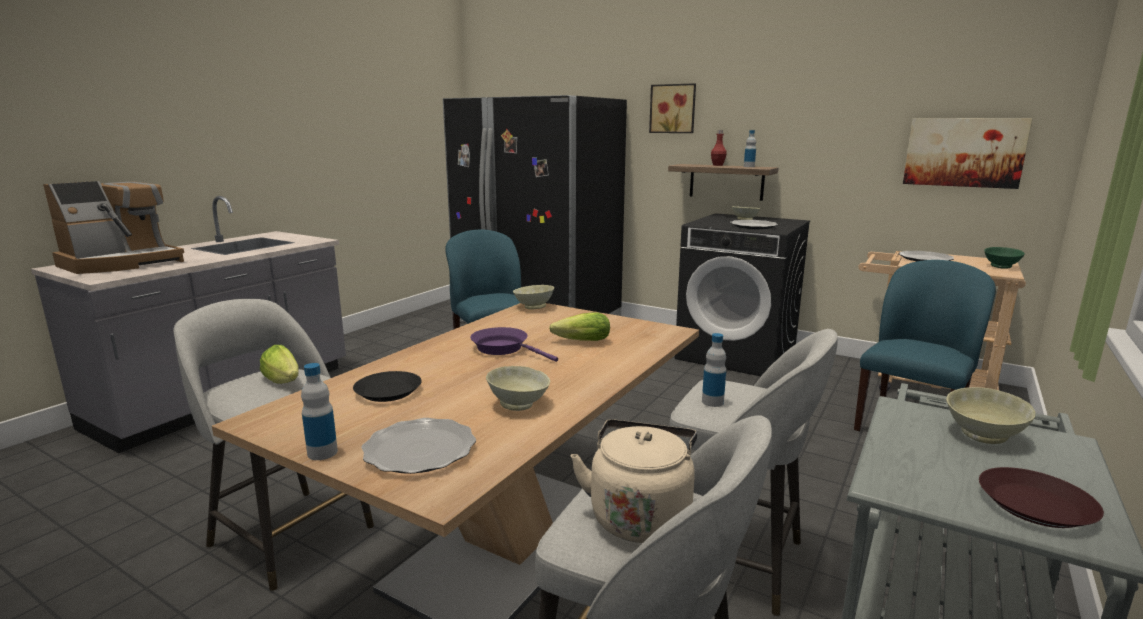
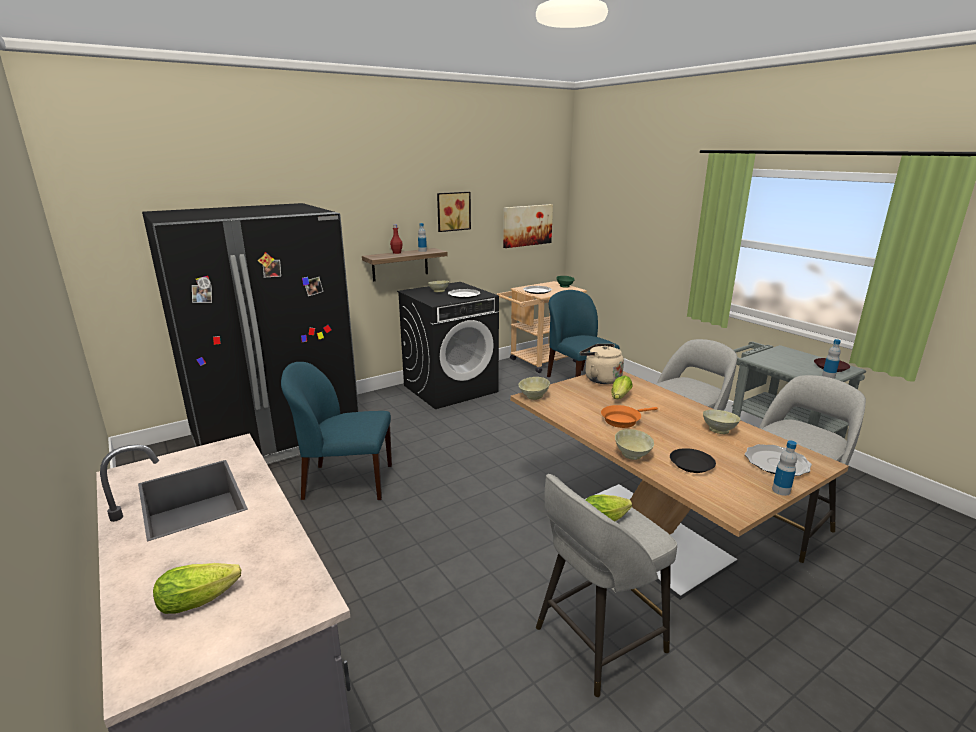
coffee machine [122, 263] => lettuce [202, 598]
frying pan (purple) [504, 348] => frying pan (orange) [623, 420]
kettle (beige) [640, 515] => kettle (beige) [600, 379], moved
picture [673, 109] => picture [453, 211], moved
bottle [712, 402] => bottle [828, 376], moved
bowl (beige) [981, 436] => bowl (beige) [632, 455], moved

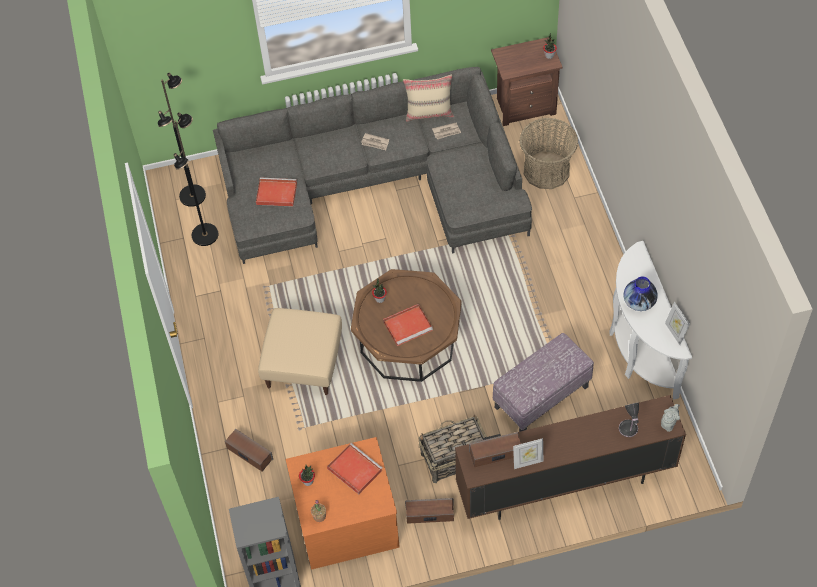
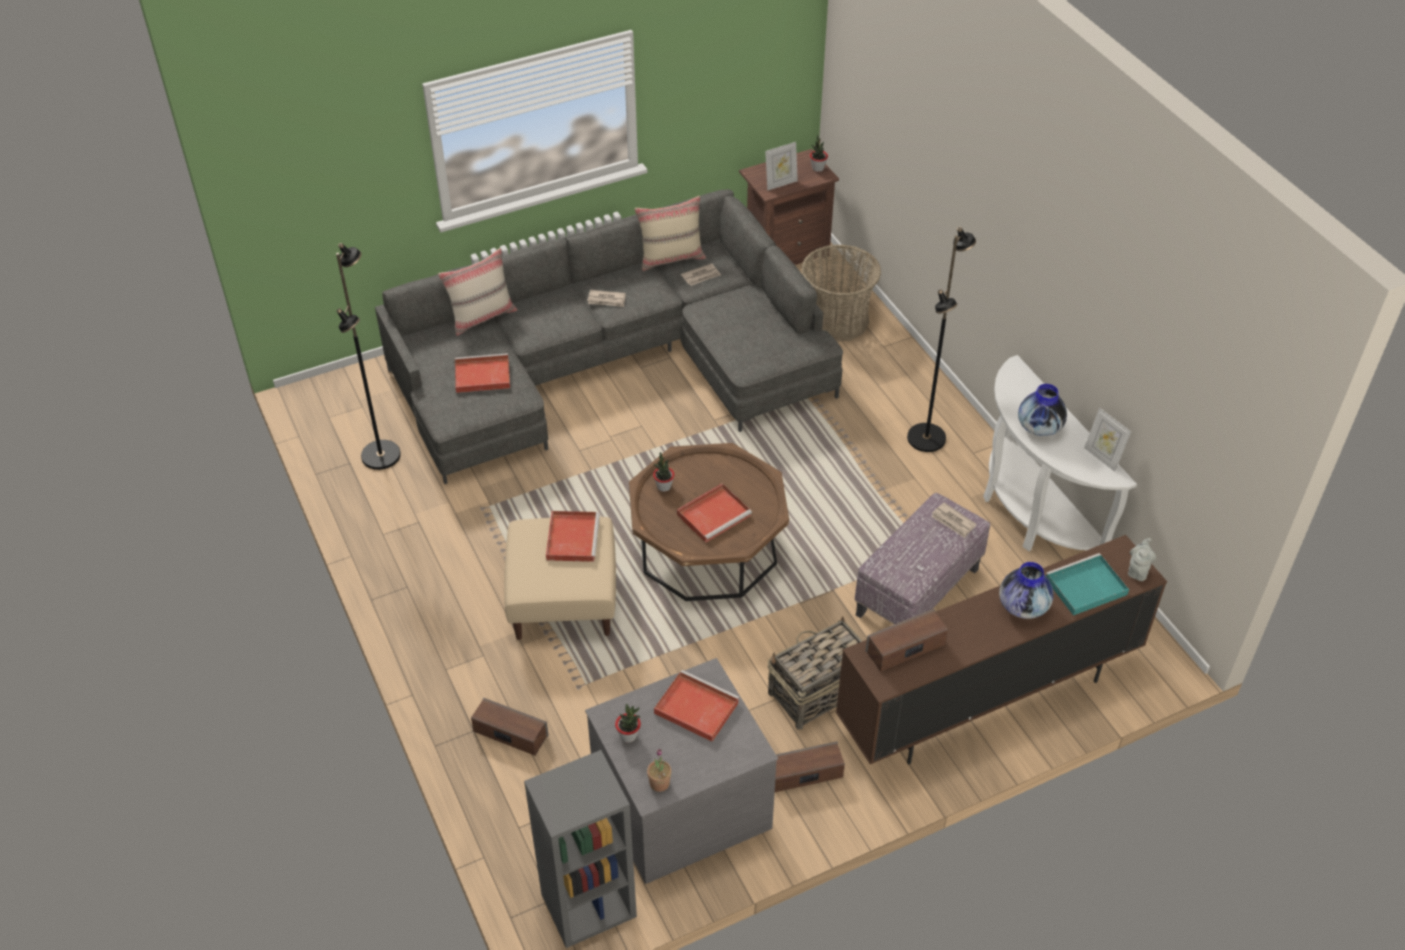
floor lamp (black) [193, 196] => floor lamp (black) [927, 438], moved
dresser (orange) [346, 520] => dresser (grey) [680, 803]
picture frame [527, 462] => picture frame [780, 183], moved
table lamp [628, 429] => tray (turquoise) [1085, 587]
nothing => pillow (beige) [482, 317]
nothing => tray (red) [572, 537]
nothing => newspaper [953, 522]
nothing => vase [1023, 606]

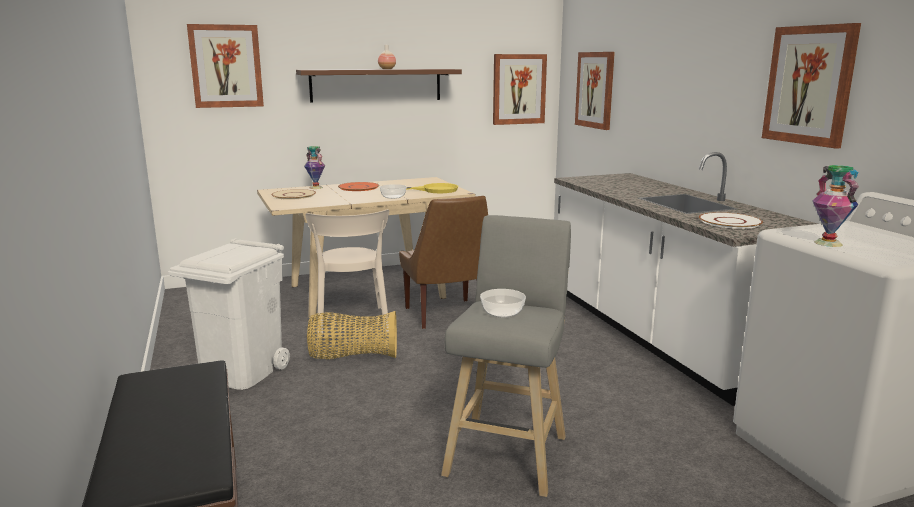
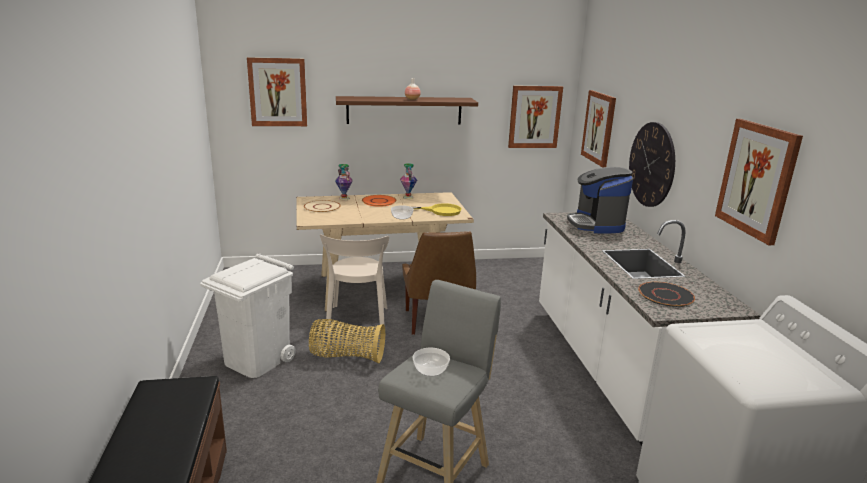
plate (white) [730, 222] => plate (black) [666, 295]
vase [828, 243] => vase [408, 197], moved
nothing => coffee machine [596, 224]
nothing => wall clock [651, 164]

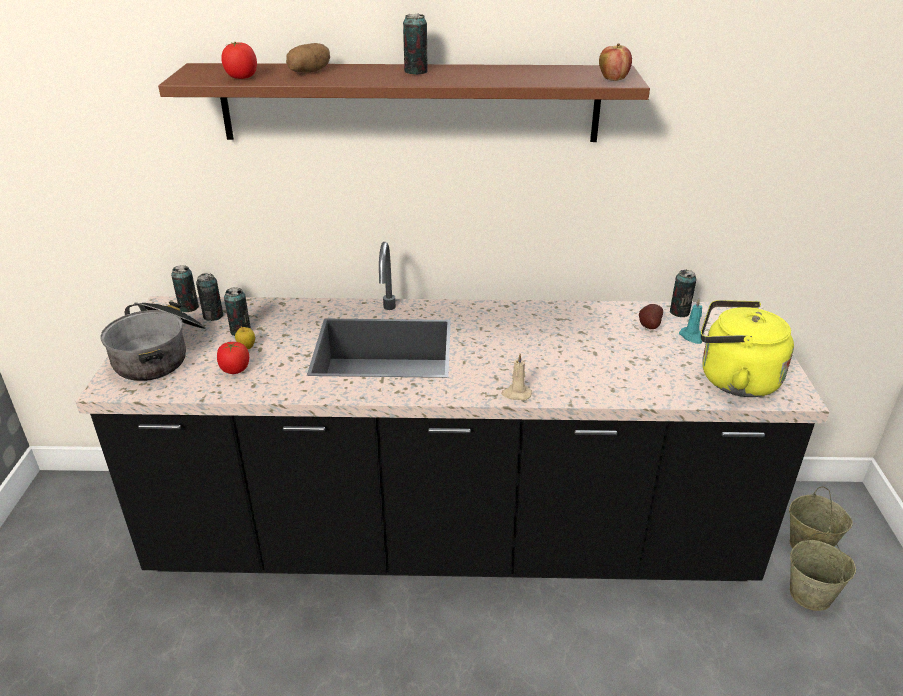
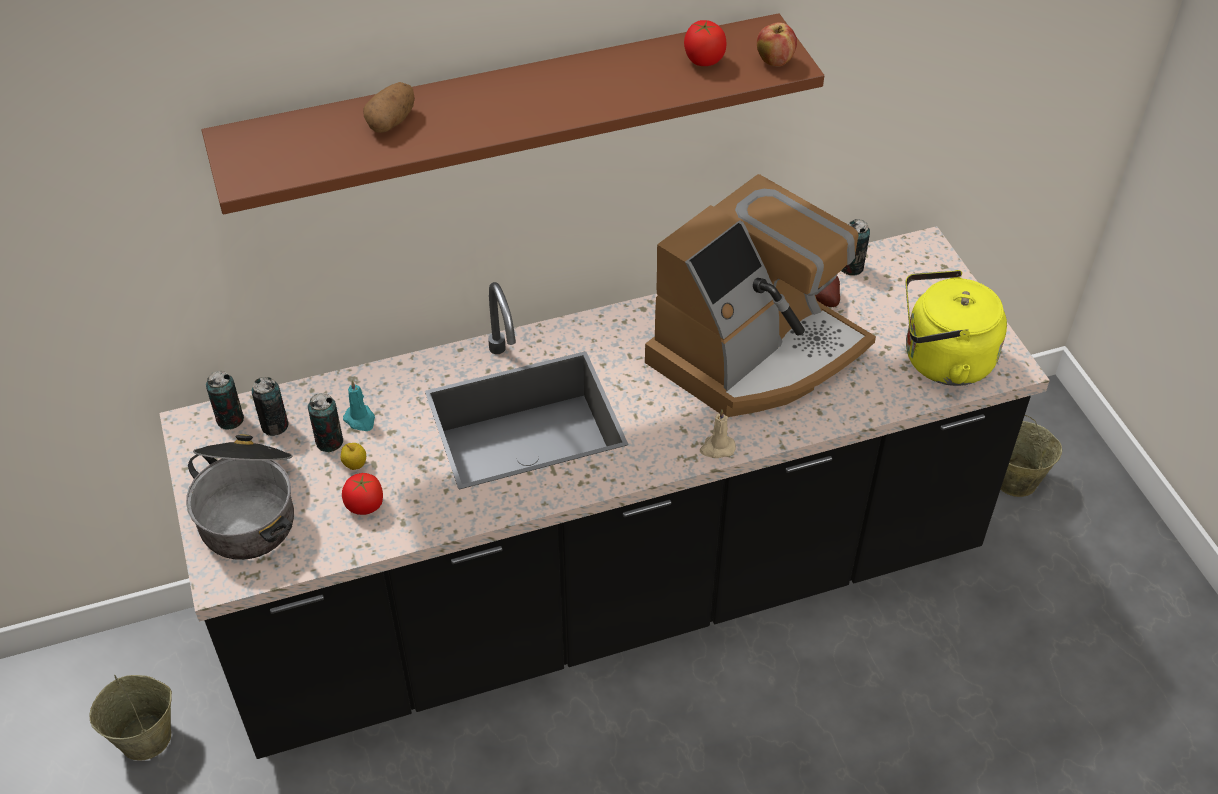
tomato [241, 78] => tomato [703, 61], moved
can [416, 72] => nothing
candle (turquoise) [691, 337] => candle (turquoise) [360, 420], moved
bucket (beige) [811, 595] => bucket (beige) [146, 737], moved
nothing => coffee machine [756, 353]

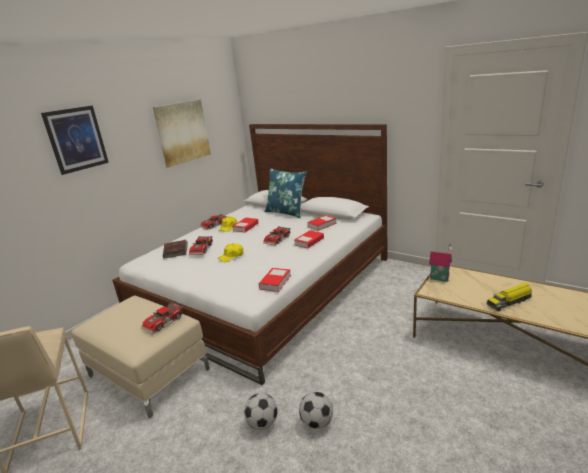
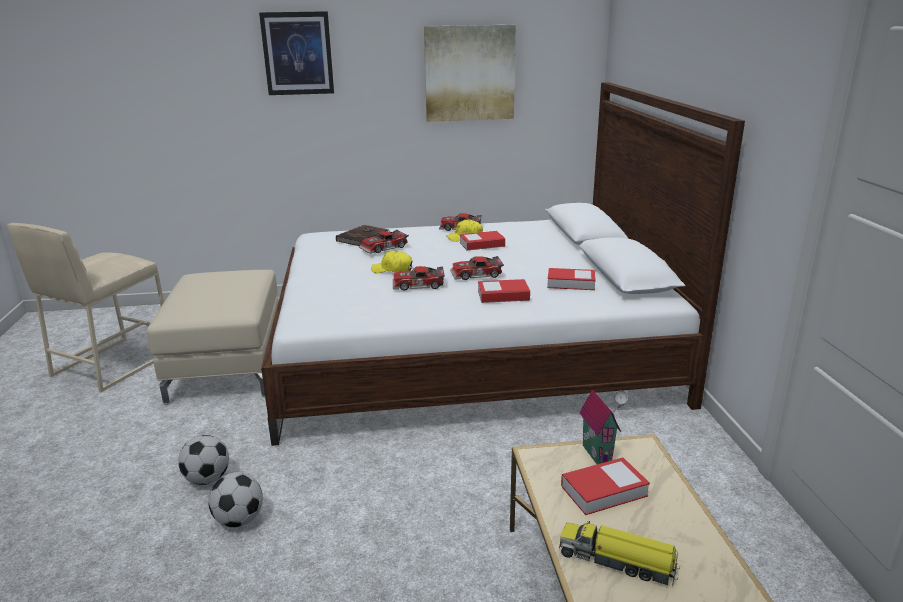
toy car [164, 322] => toy car [418, 285], moved
book [275, 282] => book [604, 491], moved
pillow (blue) [286, 212] => nothing

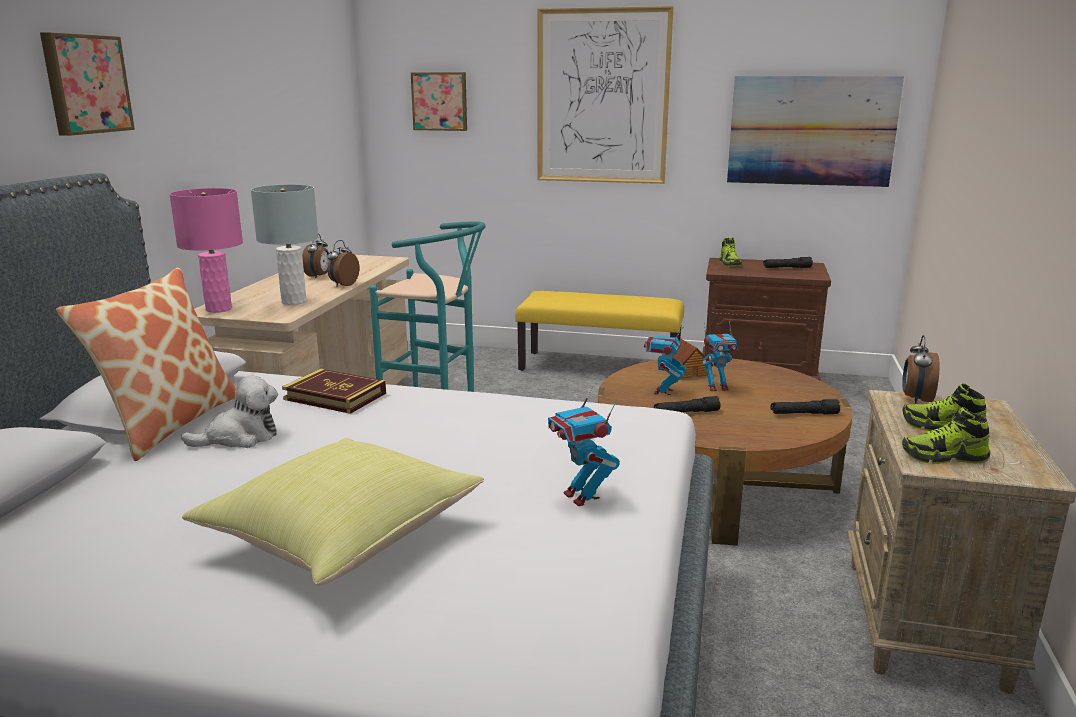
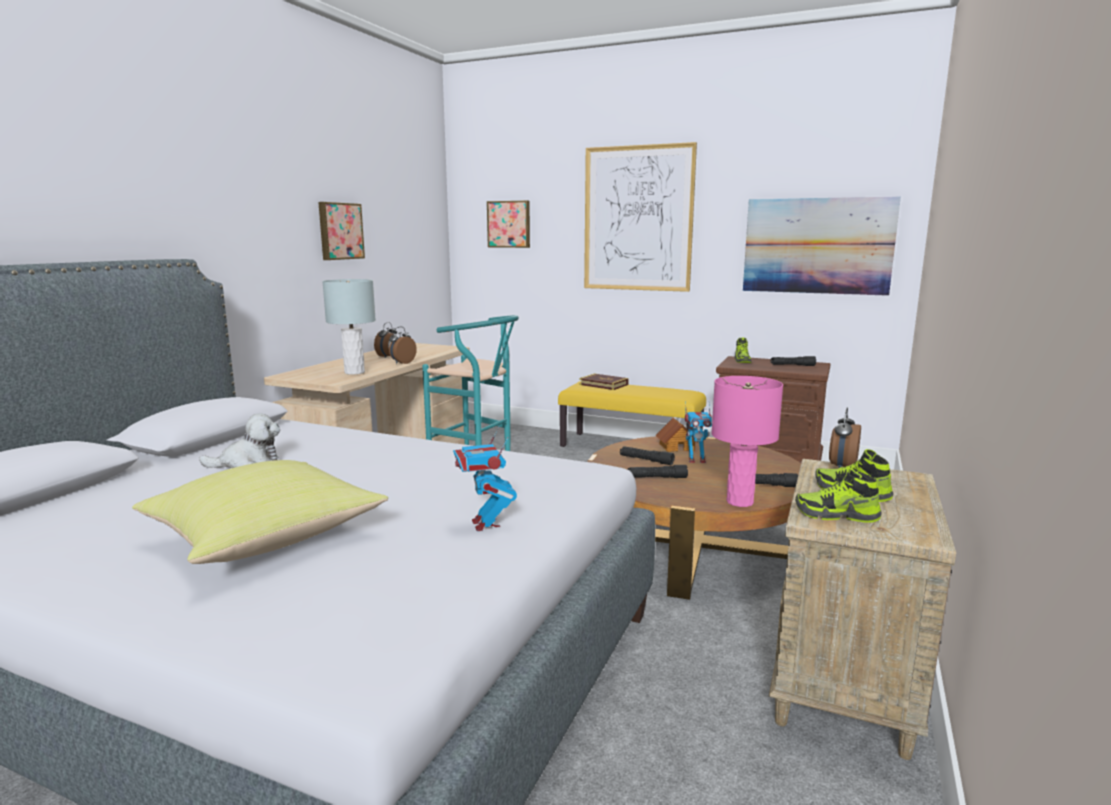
picture [85, 84] => picture [339, 231], moved
pillow [169, 423] => nothing
table lamp (pink) [219, 309] => table lamp (pink) [740, 502], moved
book [335, 396] => book [603, 384], moved
toy robot [663, 391] => flashlight (black) [646, 460]

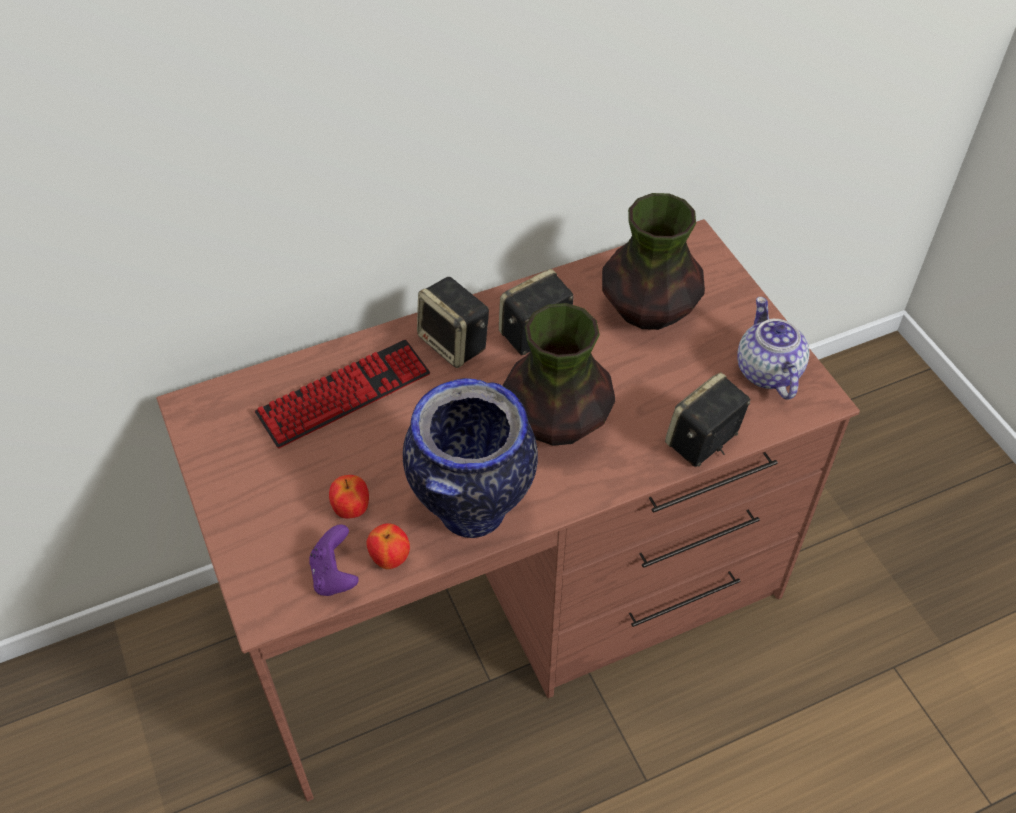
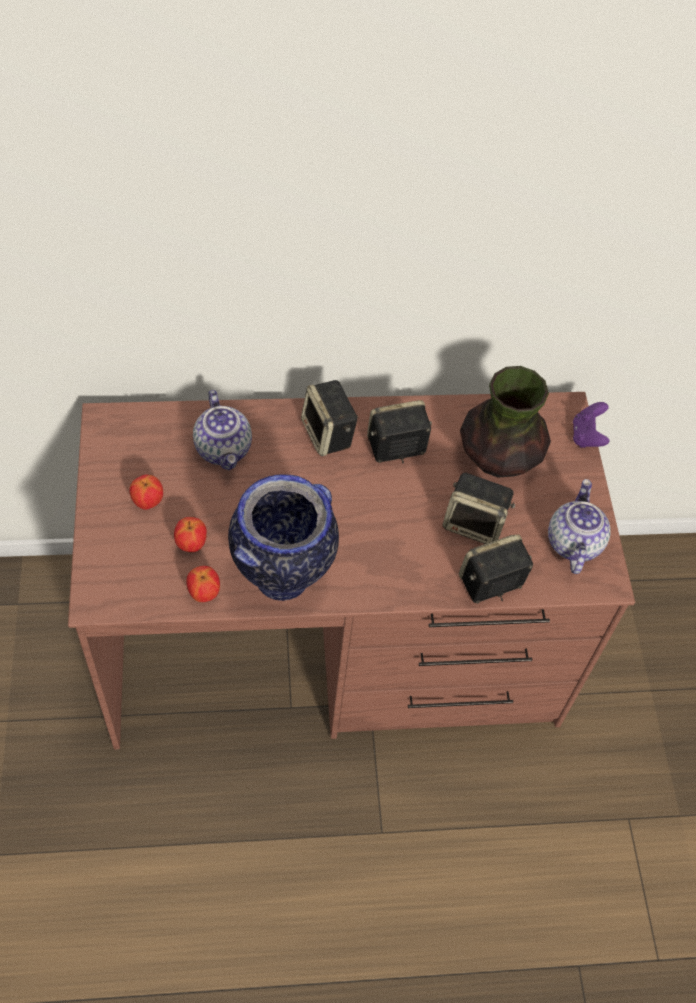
keyboard [344, 395] => teapot [224, 449]
game controller (purple) [335, 575] => game controller (purple) [587, 436], moved
vase [557, 422] => nothing
nothing => apple [148, 502]
nothing => speaker [475, 524]

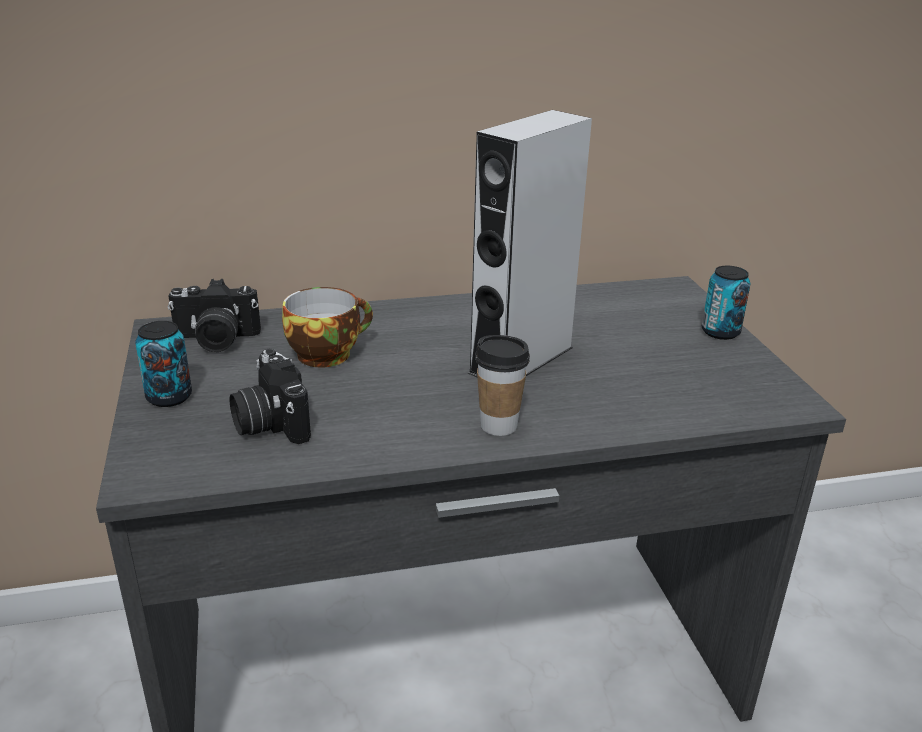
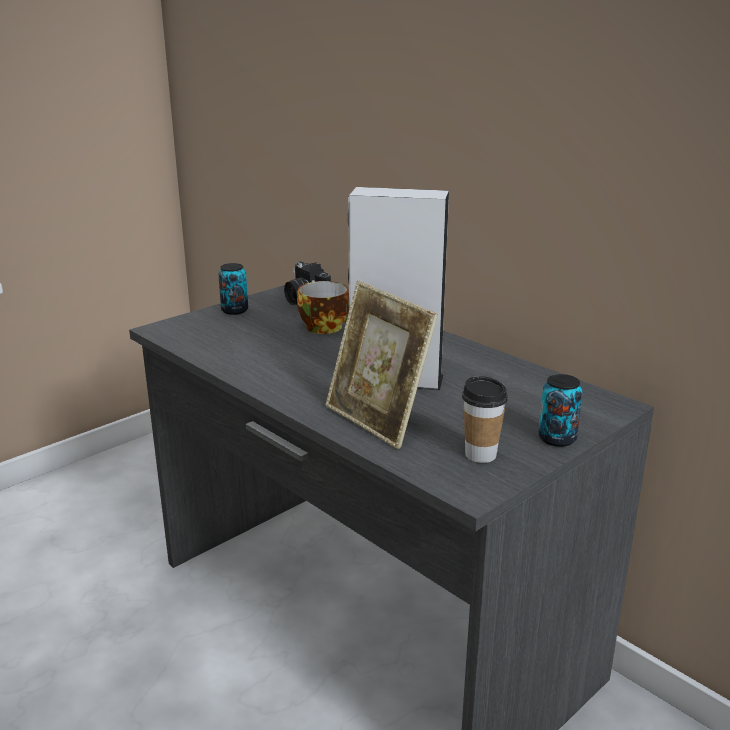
photo camera [269, 423] => nothing
cup [498, 425] => cup [480, 455], moved
nothing => picture frame [377, 421]

